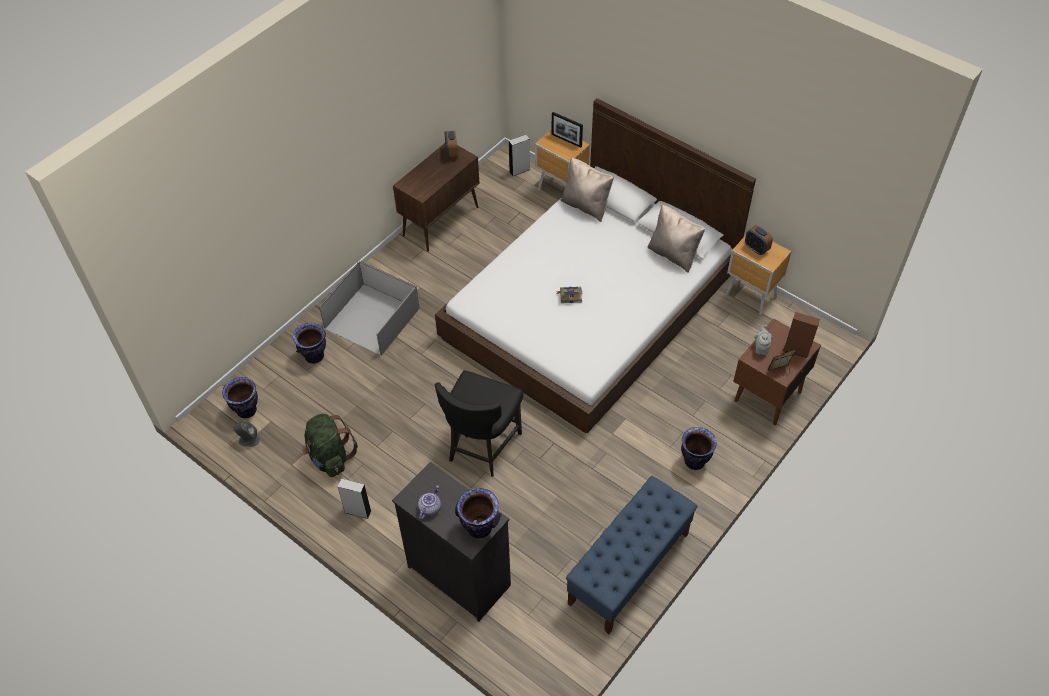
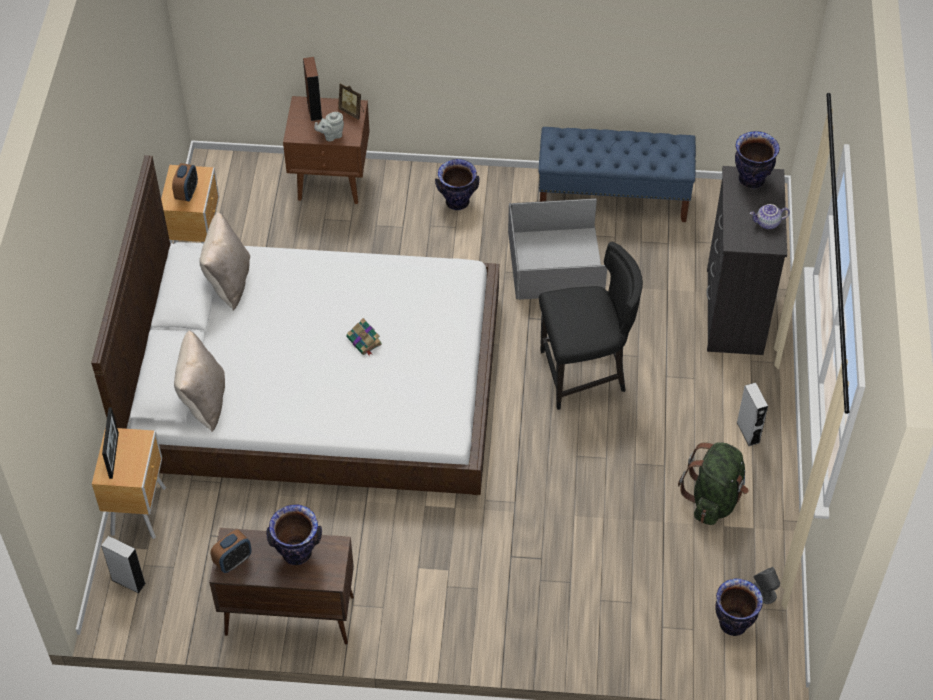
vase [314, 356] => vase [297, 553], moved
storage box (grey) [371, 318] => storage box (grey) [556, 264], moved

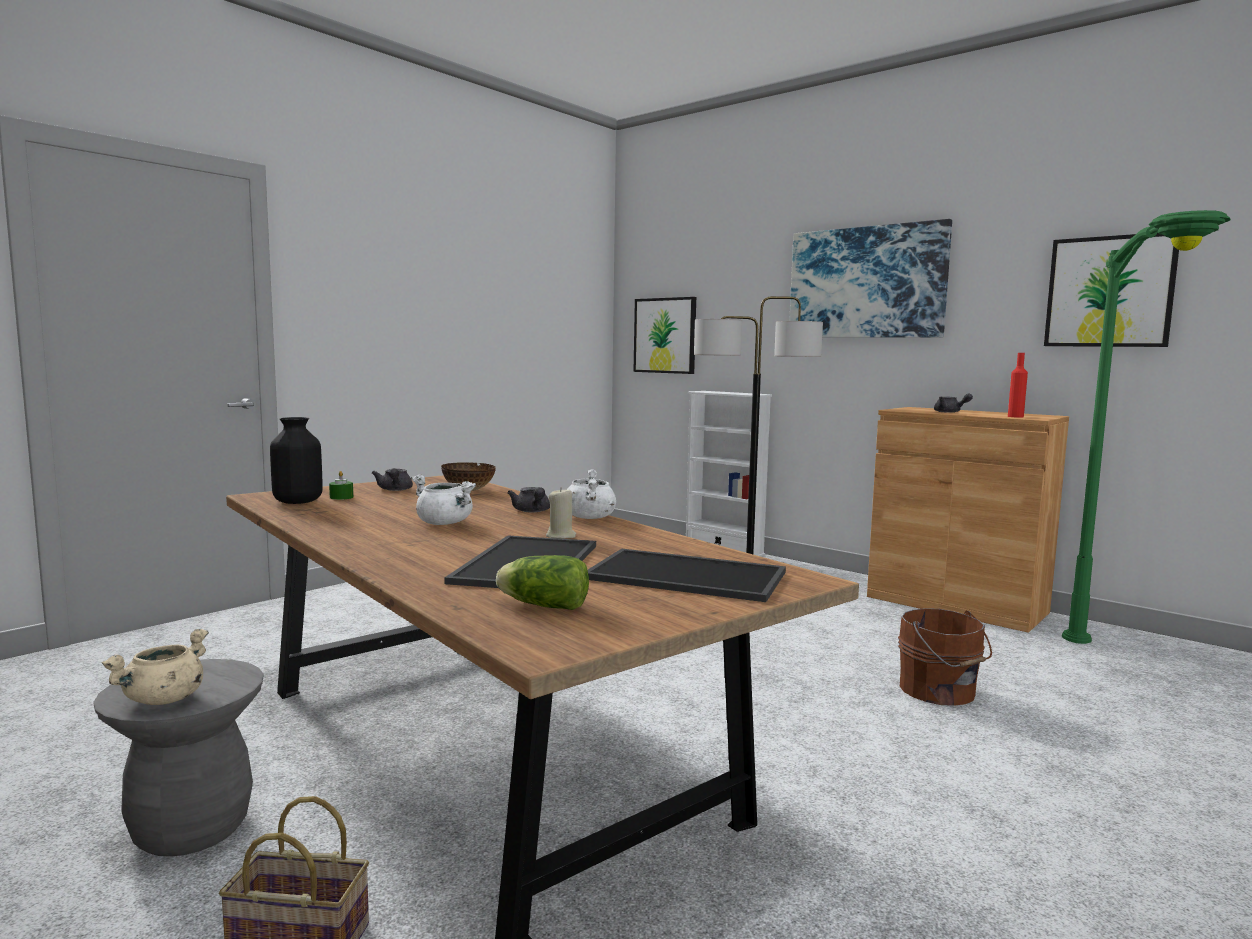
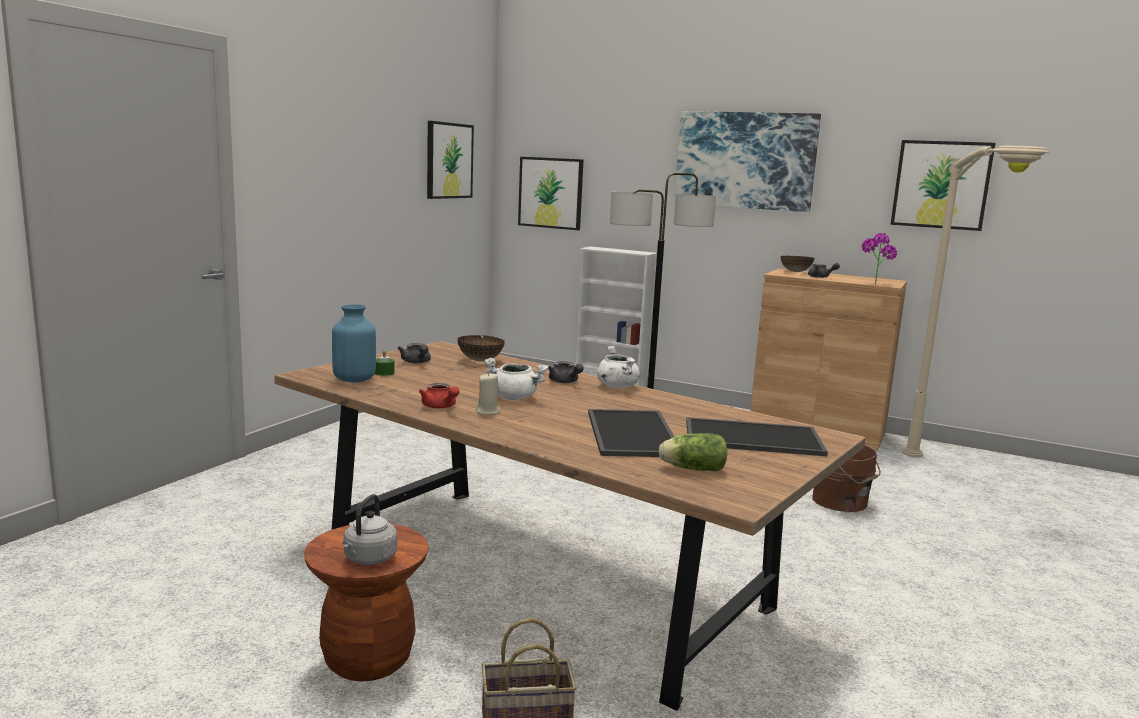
stool (grey) [192, 829] => stool (brown) [368, 659]
cooking pot (beige) [164, 700] => kettle (grey) [368, 559]
vase (black) [298, 501] => vase (blue) [355, 379]
candle (beige) [561, 536] => candle (beige) [488, 412], moved
bottle (red) [1015, 416] => potted plant [874, 283]
floor lamp (green) [1116, 671] => floor lamp (beige) [947, 477]
nothing => teapot (red) [440, 407]
nothing => picture [449, 160]
nothing => bowl [795, 272]

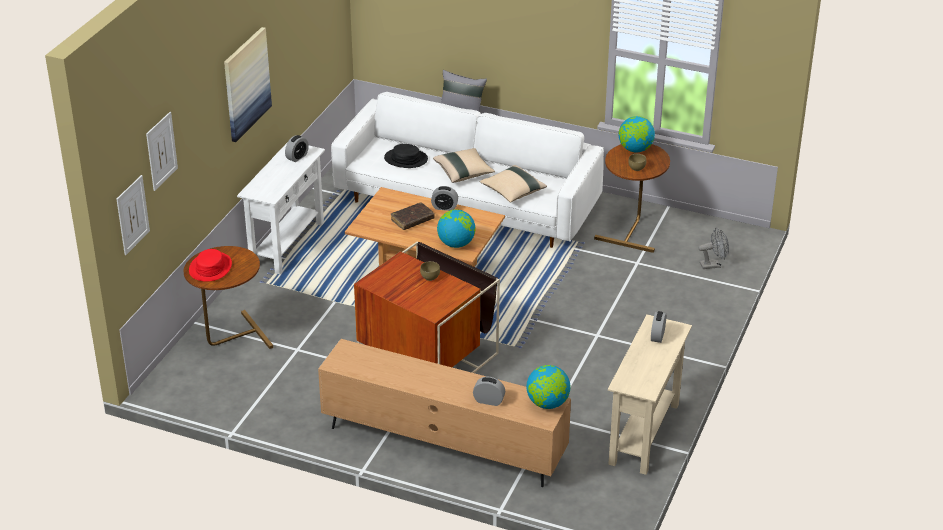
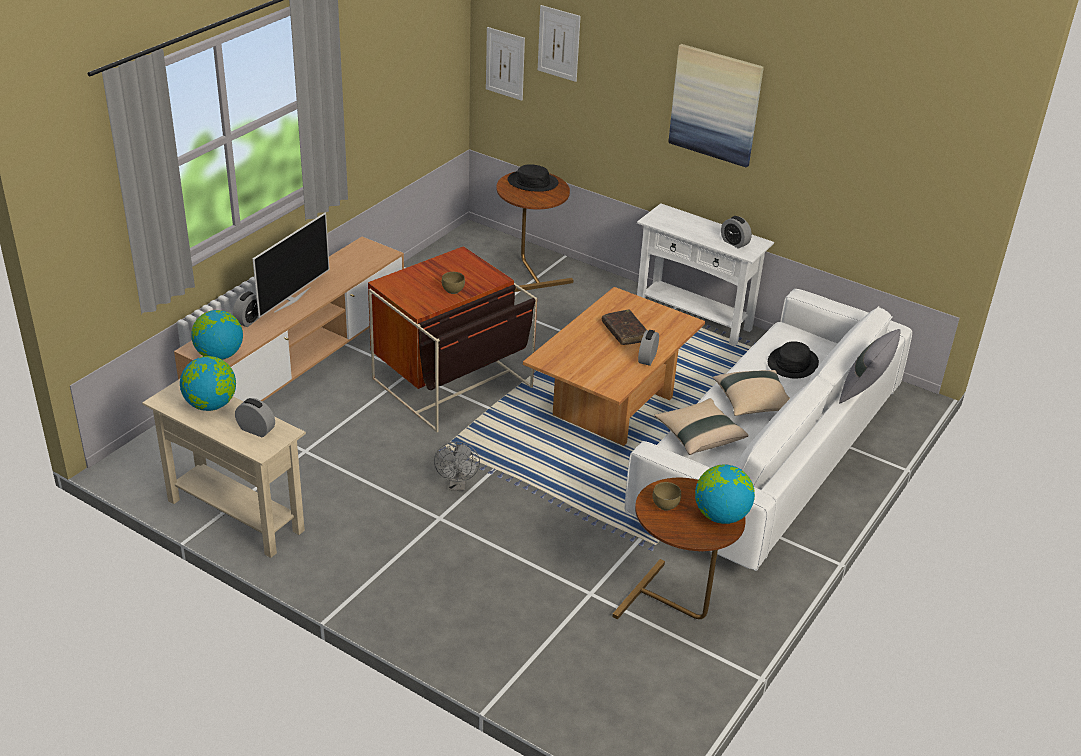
hat (red) [210, 268] => hat (black) [532, 182]
globe [456, 244] => globe [211, 405], moved
fan (grey) [713, 265] => fan (grey) [457, 485], moved
nothing => television [291, 299]

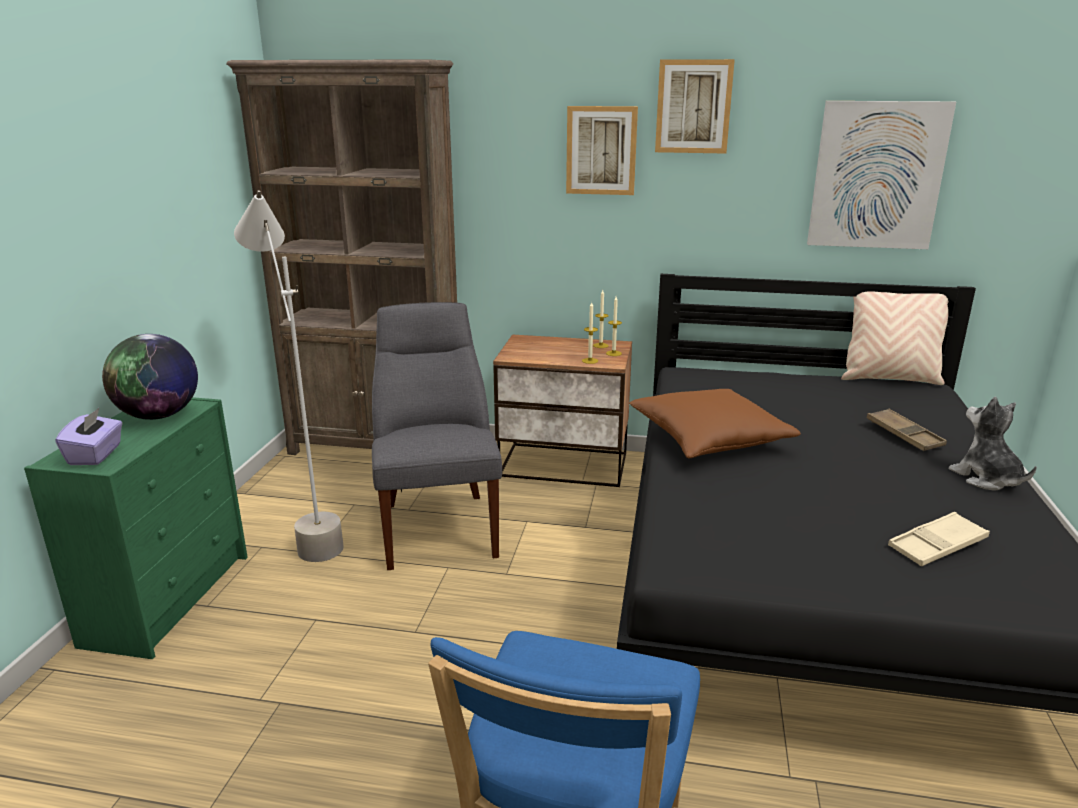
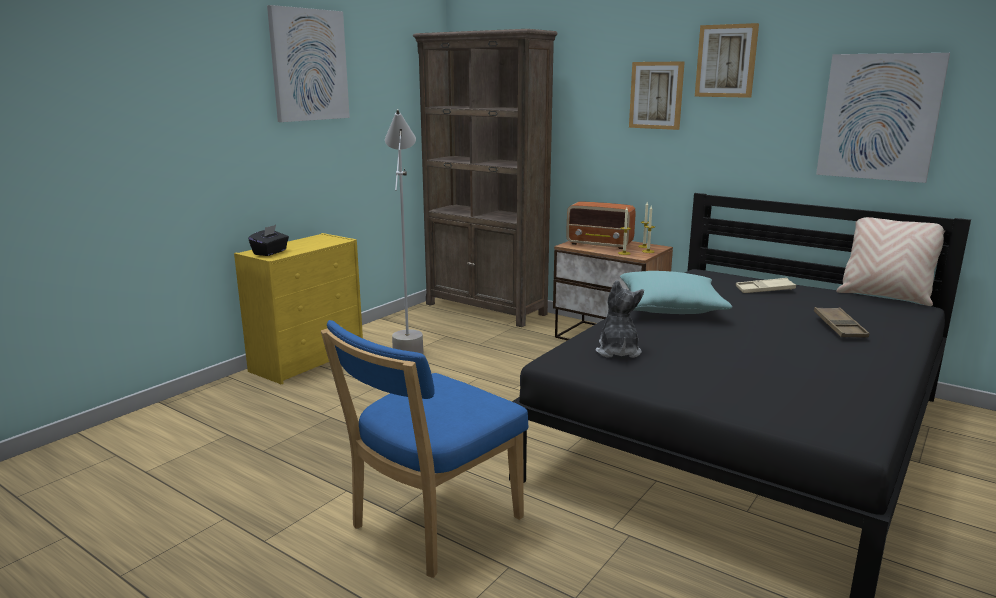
dresser (green) [169, 597] => dresser (yellow) [309, 360]
tissue box (purple) [96, 455] => tissue box (black) [270, 252]
globe [159, 416] => nothing
chair (grey) [438, 526] => nothing
pillow (brown) [709, 439] => pillow (turquoise) [670, 308]
tray (beige) [937, 545] => tray (beige) [764, 290], moved
plush toy [986, 479] => plush toy [617, 351], moved
nothing => picture [309, 65]
nothing => radio [600, 244]

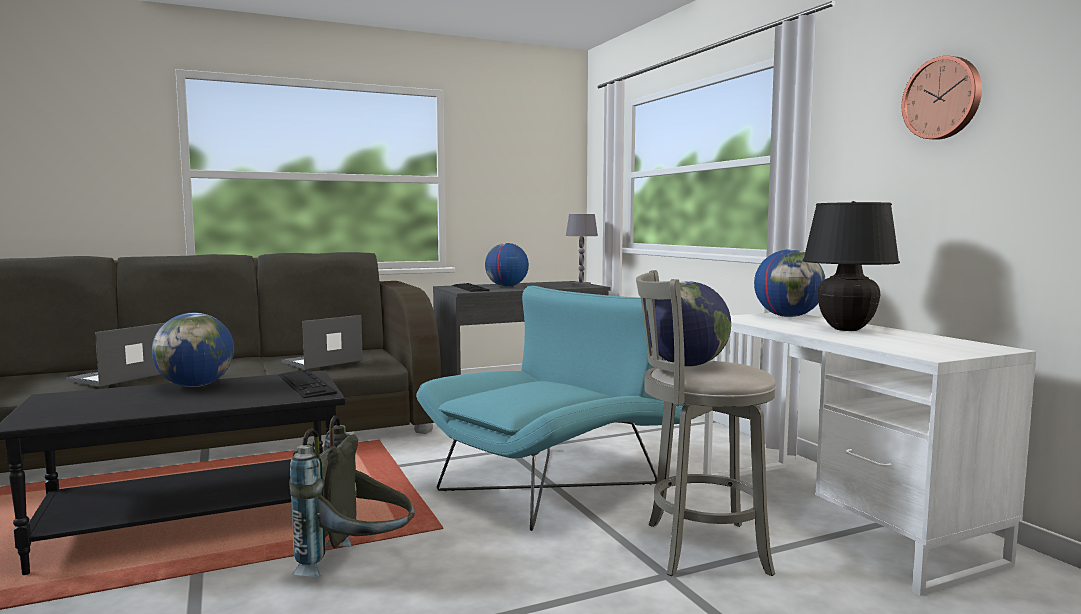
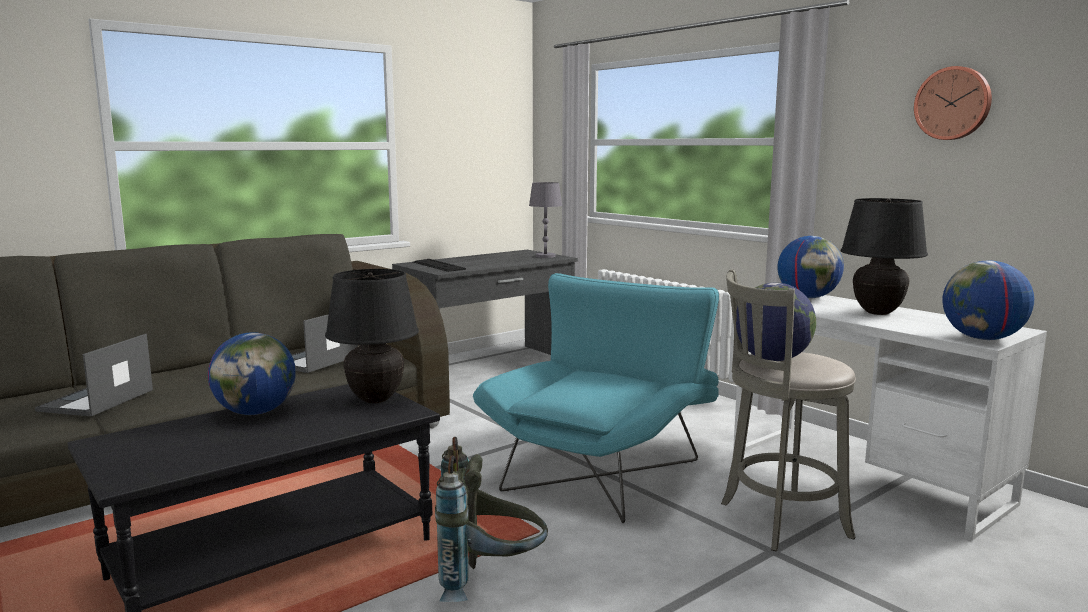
keyboard [305, 384] => table lamp (black) [375, 399]
globe [506, 286] => globe [982, 339], moved

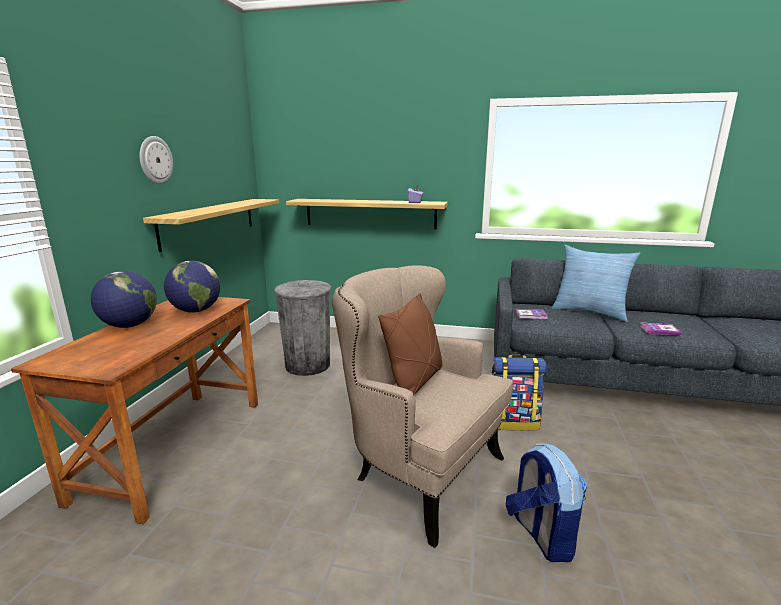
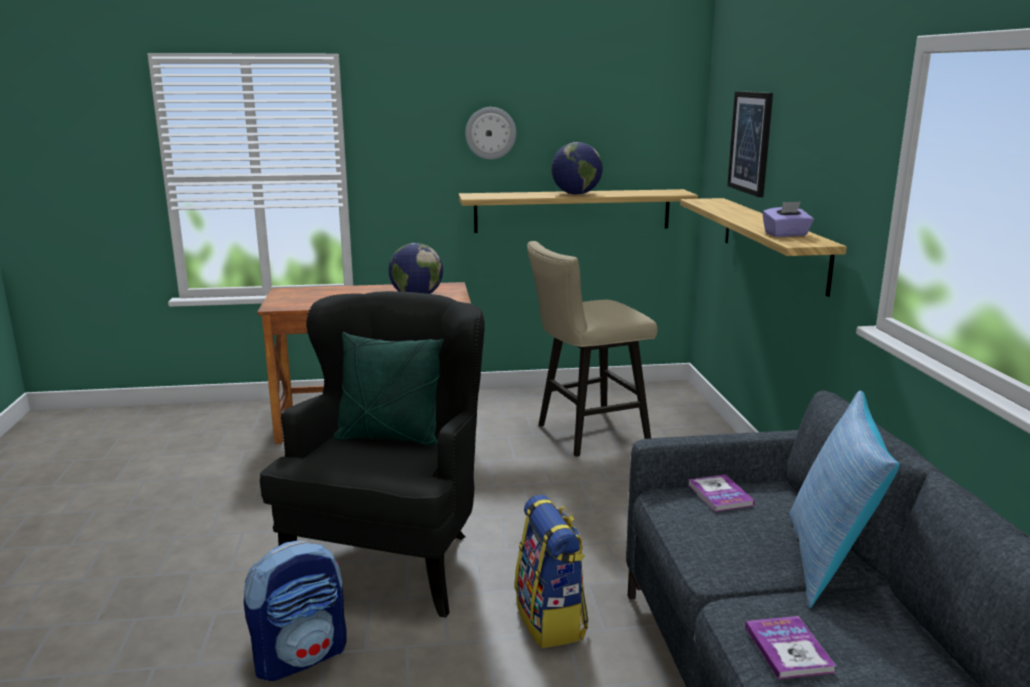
globe [129, 326] => globe [576, 194], moved
trash can (grey) [307, 365] => stool (beige) [585, 434]
armchair (beige) [419, 471] => armchair (black) [390, 555]
pillow (brown) [415, 382] => pillow (green) [389, 437]
nothing => picture [751, 142]

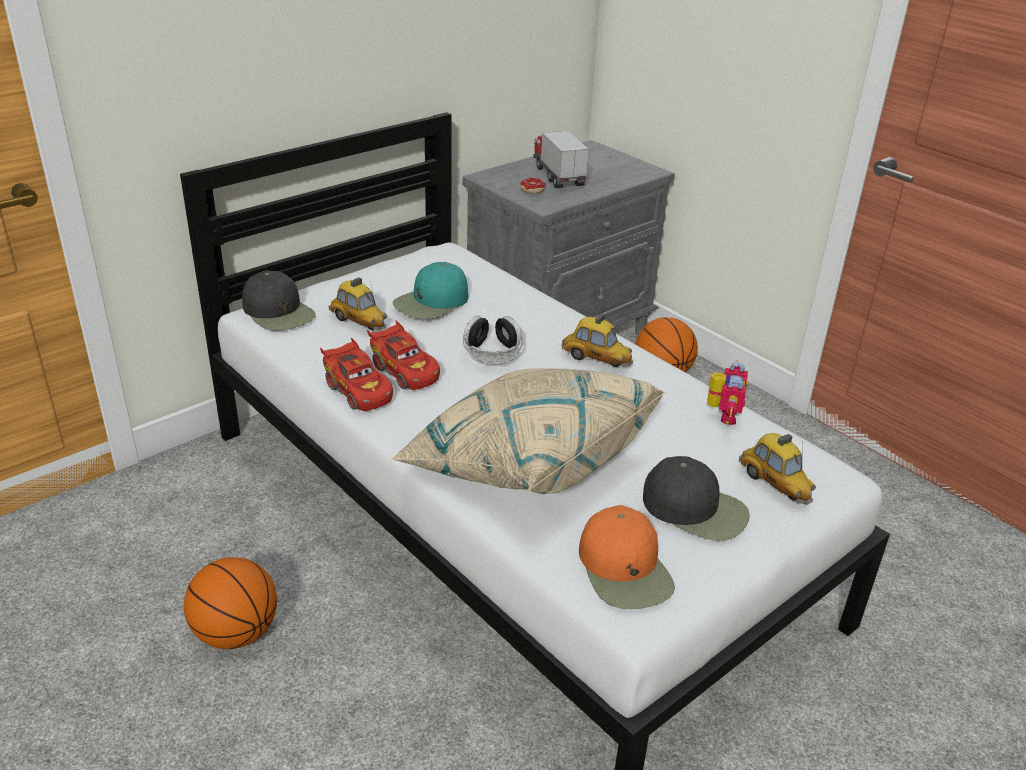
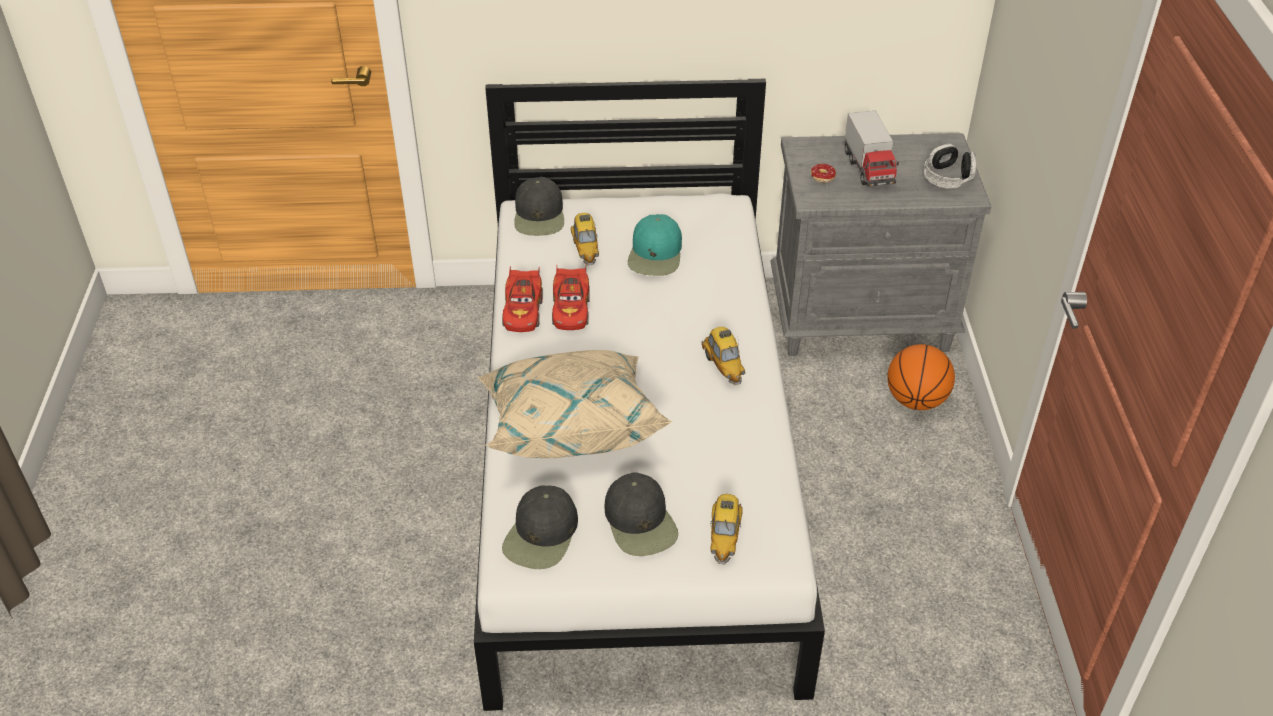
basketball [236, 633] => nothing
cap (turquoise) [431, 302] => cap (turquoise) [656, 254], 75 degrees counterclockwise
headphones [492, 352] => headphones [948, 177], moved
toy truck [558, 176] => toy truck [868, 168], 150 degrees clockwise
cap (orange) [625, 569] => cap (black) [541, 535]
toy robot [722, 415] => nothing

